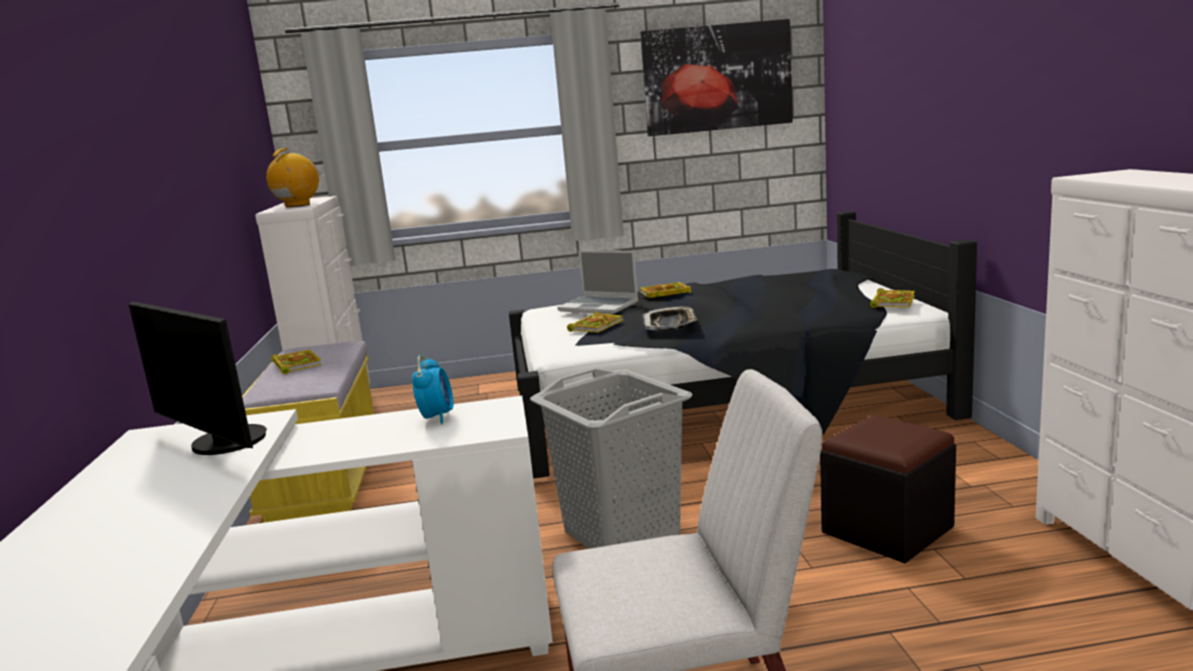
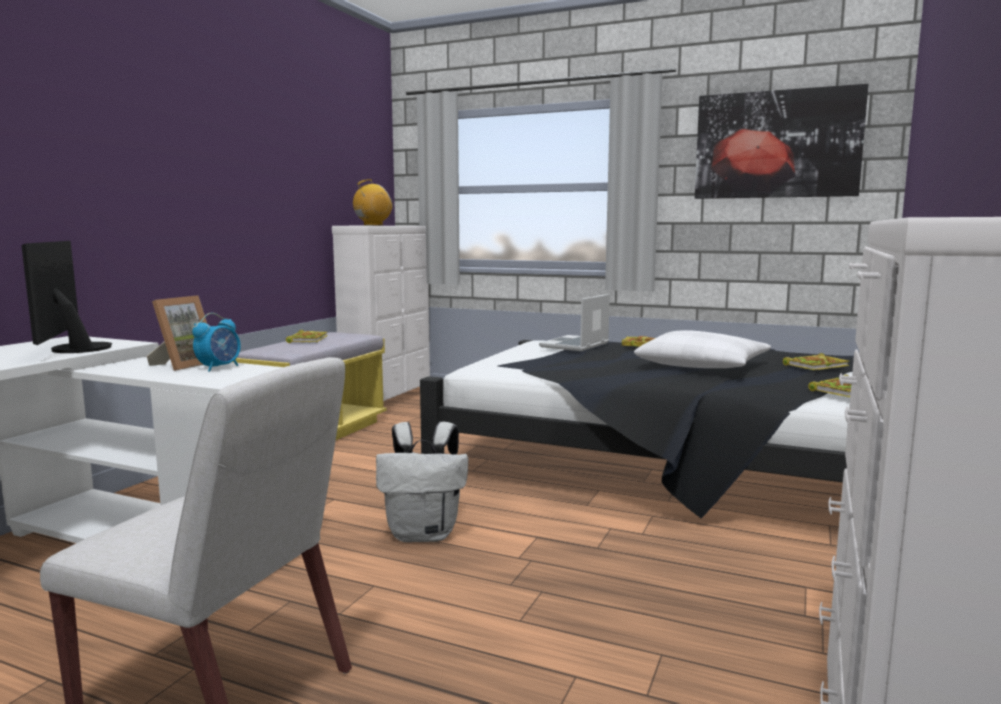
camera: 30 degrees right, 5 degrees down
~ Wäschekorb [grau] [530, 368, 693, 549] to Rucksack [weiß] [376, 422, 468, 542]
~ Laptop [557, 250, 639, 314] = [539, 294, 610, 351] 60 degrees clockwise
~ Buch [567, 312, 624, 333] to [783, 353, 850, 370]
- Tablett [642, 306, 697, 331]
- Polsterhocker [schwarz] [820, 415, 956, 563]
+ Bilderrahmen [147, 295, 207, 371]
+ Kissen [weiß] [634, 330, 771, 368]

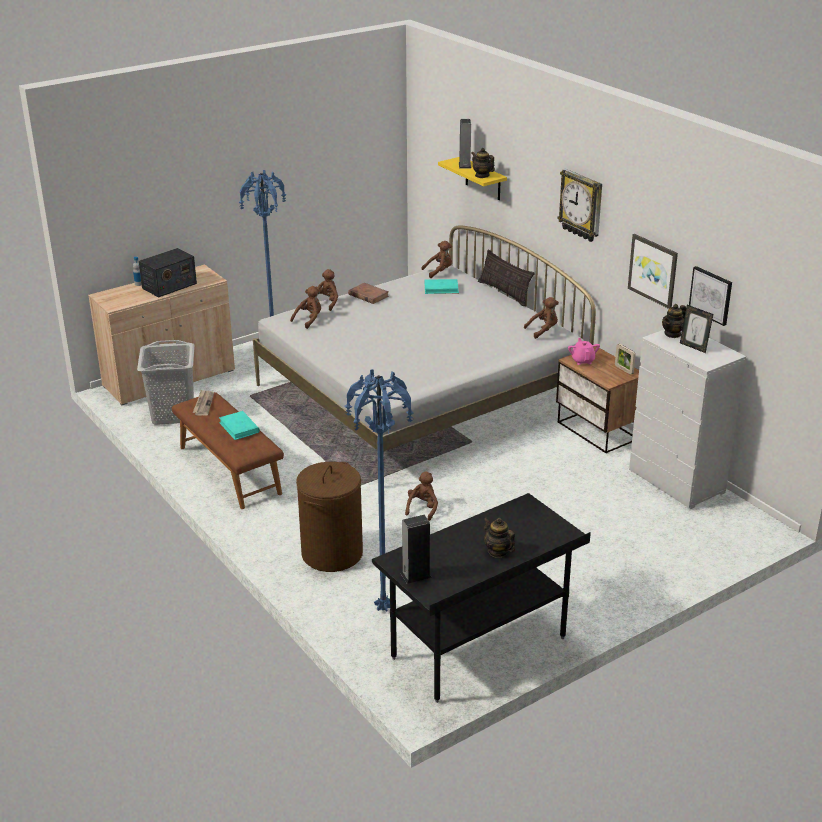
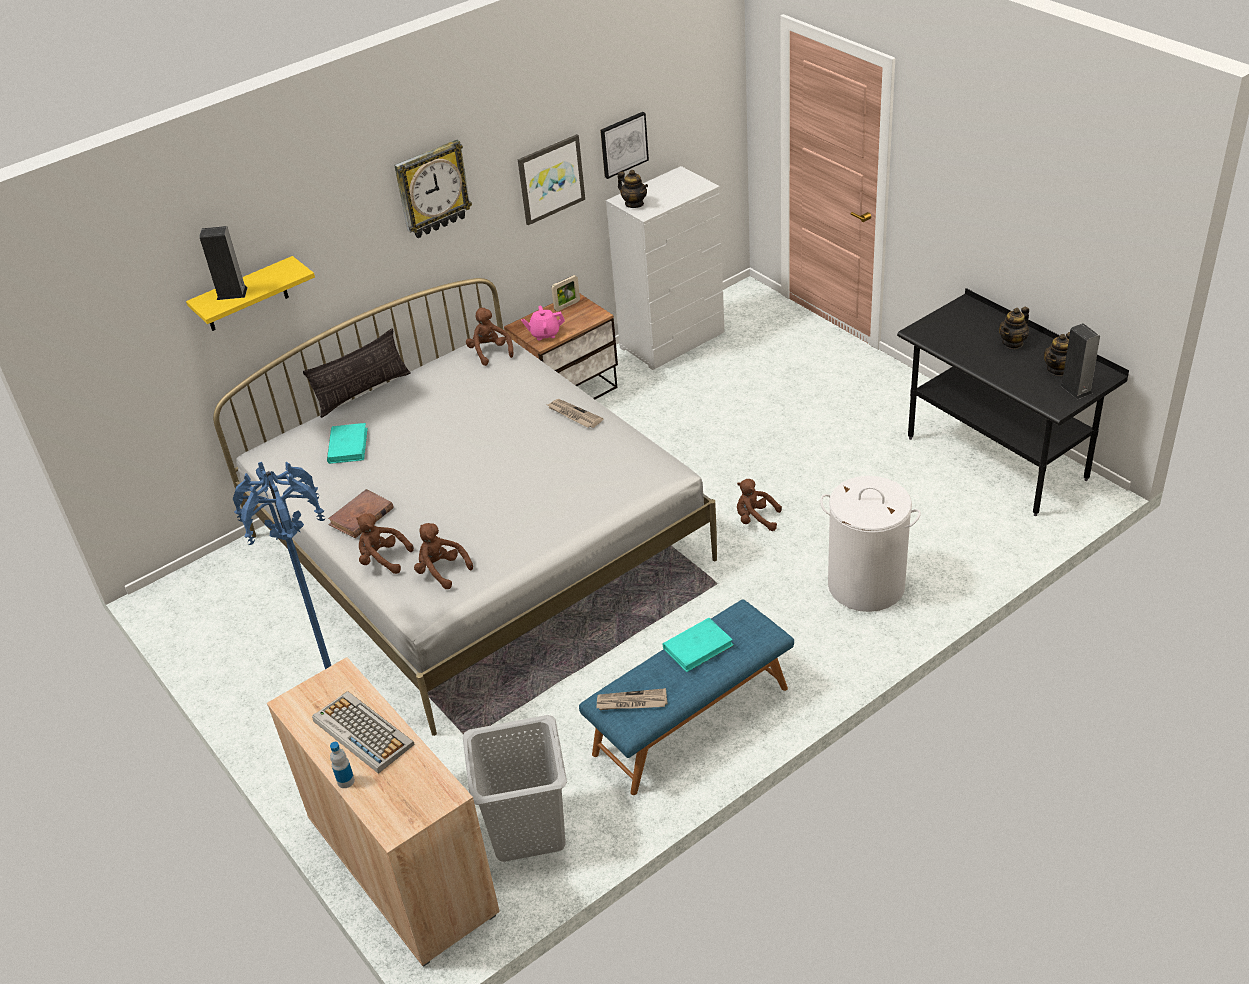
camera: 90 degrees left, 10 degrees up
~ Radio [139, 248, 197, 298] to Tastatur [312, 691, 415, 774]
~ Bank [braun] [172, 392, 284, 509] to Bank [blau] [579, 599, 794, 795]
~ Wäschekorb [braun] [296, 462, 363, 572] to Wäschekorb [weiß] [820, 476, 921, 612]
- Stehlampe [blau] [344, 369, 414, 612]
- Plüschtier [braun] [421, 241, 452, 278]
~ Teekanne [472, 148, 495, 178] to [1044, 332, 1070, 376]
- Bilderrahmen [680, 305, 713, 353]
+ Zeitung [548, 399, 603, 428]

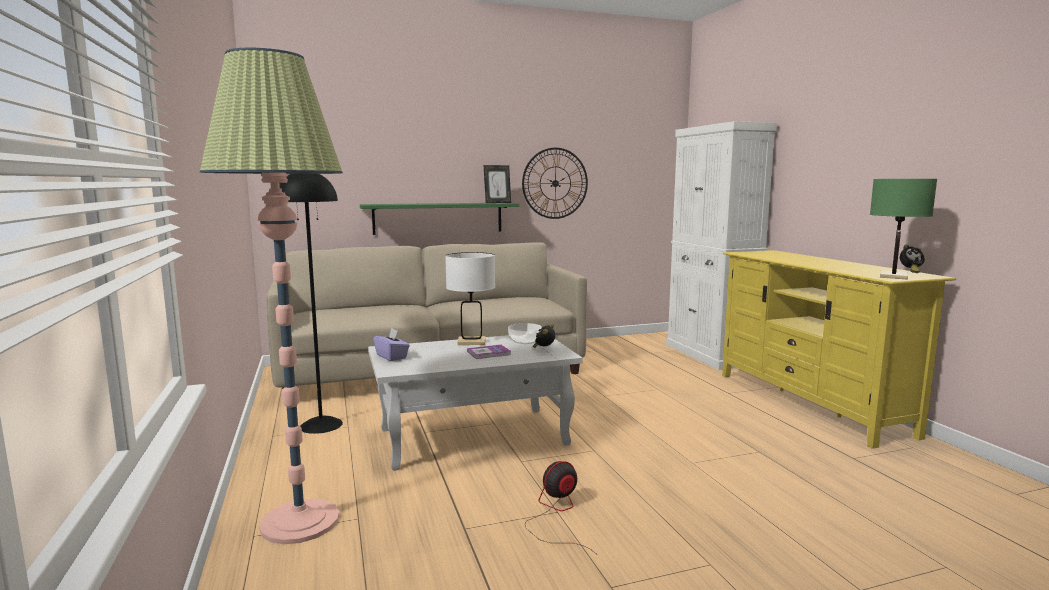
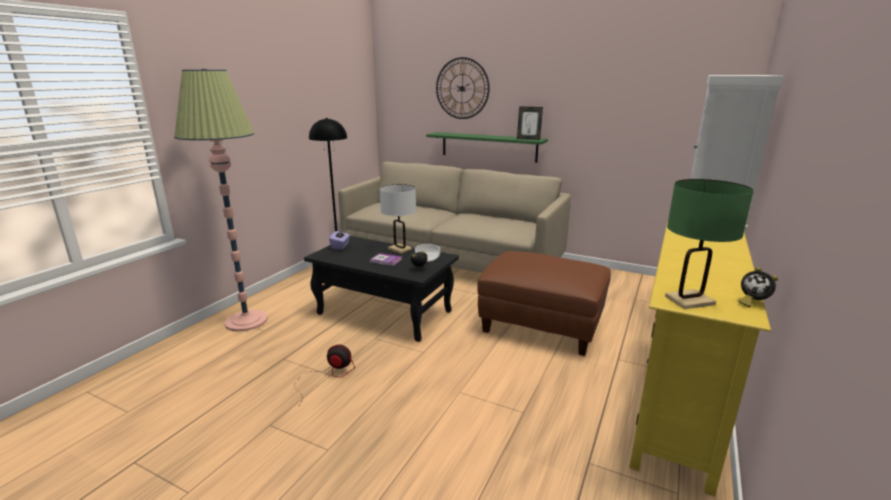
camera: 45 degrees right, 10 degrees up
~ Couchtisch [weiß] [368, 335, 583, 471] to Couchtisch [schwarz] [304, 236, 459, 342]
~ Wanduhr [522, 148, 588, 219] to [436, 57, 490, 119]
+ Polsterhocker [braun] [477, 251, 611, 356]

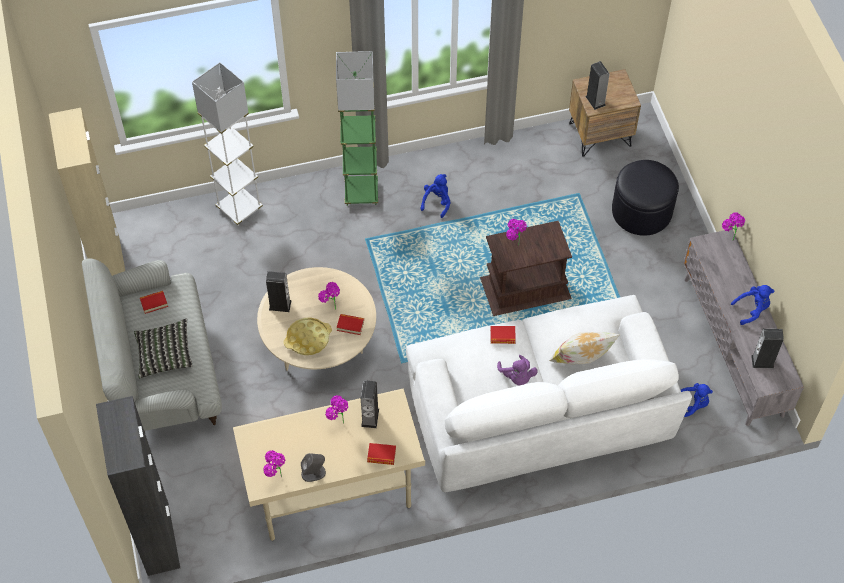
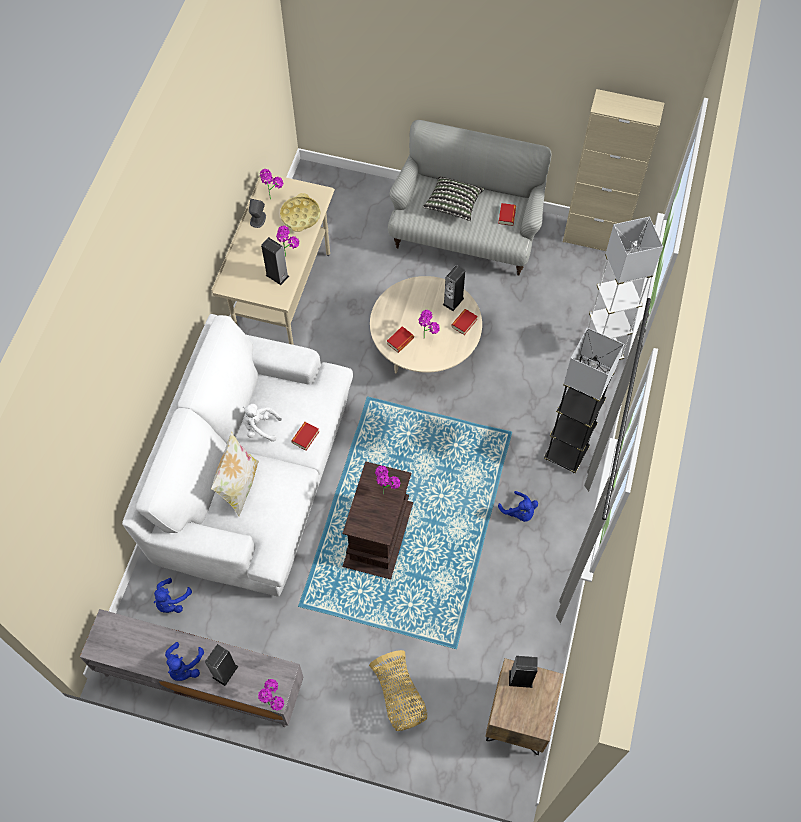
camera: 120 degrees right, 5 degrees up
- Schrank [schwarz] [96, 396, 180, 576]
~ Tablett [gelb] [283, 317, 332, 355] to [280, 193, 320, 232]
~ Stehlampe [grün] [336, 51, 378, 206] to Stehlampe [grau] [544, 328, 624, 473]
~ Buch [367, 443, 396, 465] to [451, 309, 478, 335]
~ Plüschtier [lila] [497, 355, 538, 386] to Plüschtier [weiß] [243, 404, 282, 442]
~ Polsterhocker [schwarz] [612, 160, 679, 236] to Korb [369, 650, 427, 731]
~ Lautsprecher [751, 329, 784, 368] to [205, 644, 239, 686]

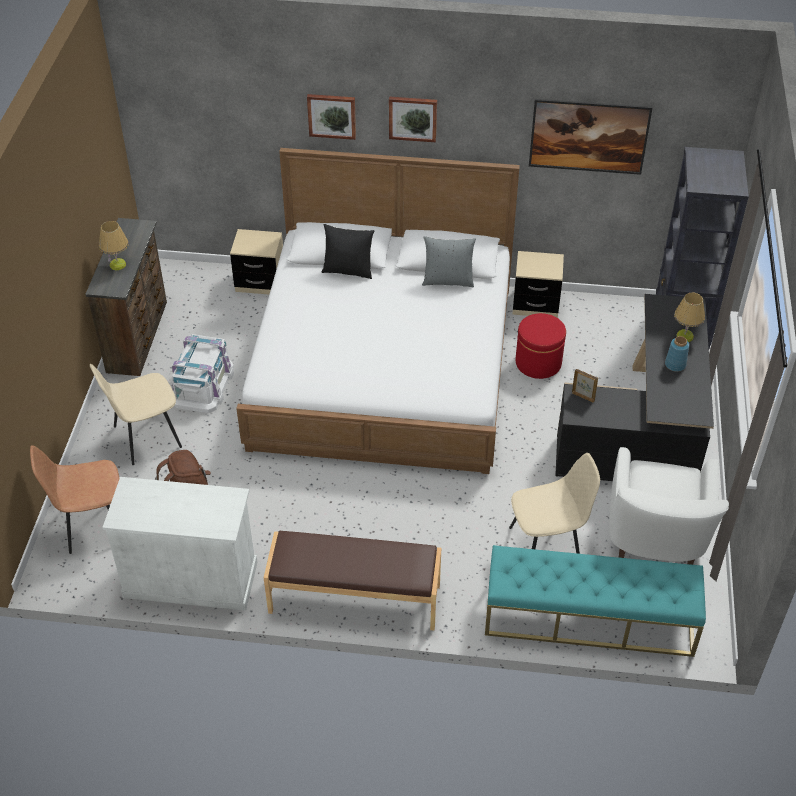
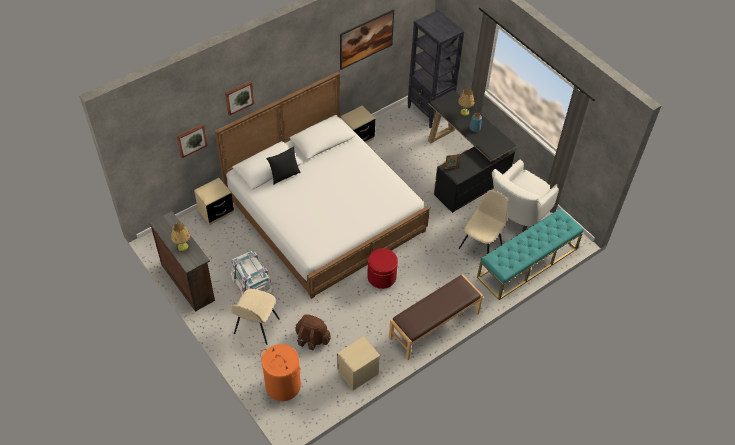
camera: 45 degrees left, 5 degrees up
~ Stuhl [braun] [30, 445, 120, 554] to Wäschekorb [orange] [260, 344, 301, 401]
~ Schrank [weiß] [102, 477, 257, 611] to Nachttisch [beige] [337, 336, 380, 390]
~ Bild [389, 97, 437, 142] to [177, 124, 208, 158]
- Kissen [grau] [422, 236, 476, 287]
~ Polsterhocker [rot] [516, 313, 566, 379] to [367, 248, 398, 289]
~ Sessel [weiß] [609, 447, 729, 565] = [492, 159, 559, 232] 75 degrees clockwise

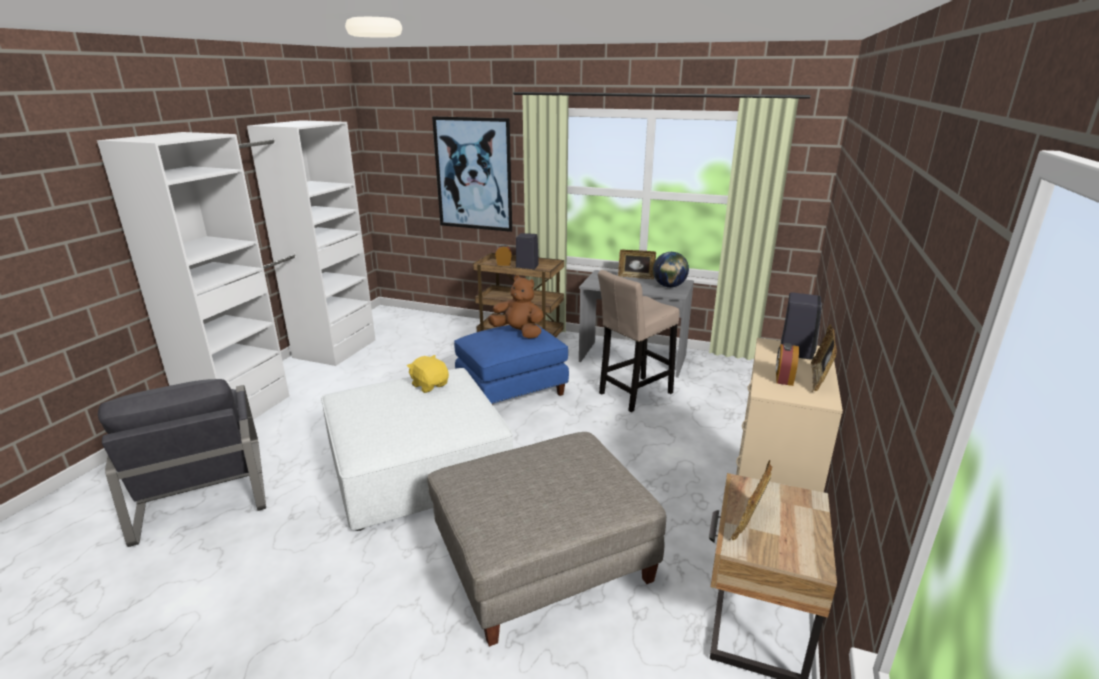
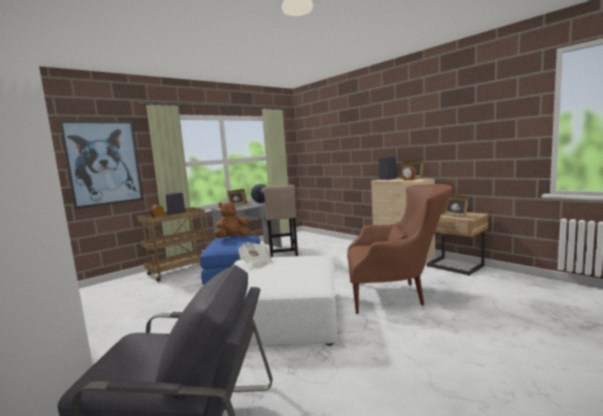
camera: 60 degrees left, 15 degrees down
~ Plüschtier [gelb] [407, 355, 449, 393] to Zeitung [238, 242, 272, 269]
~ Polsterhocker [grau] [427, 432, 666, 647] to Sessel [braun] [347, 184, 452, 314]

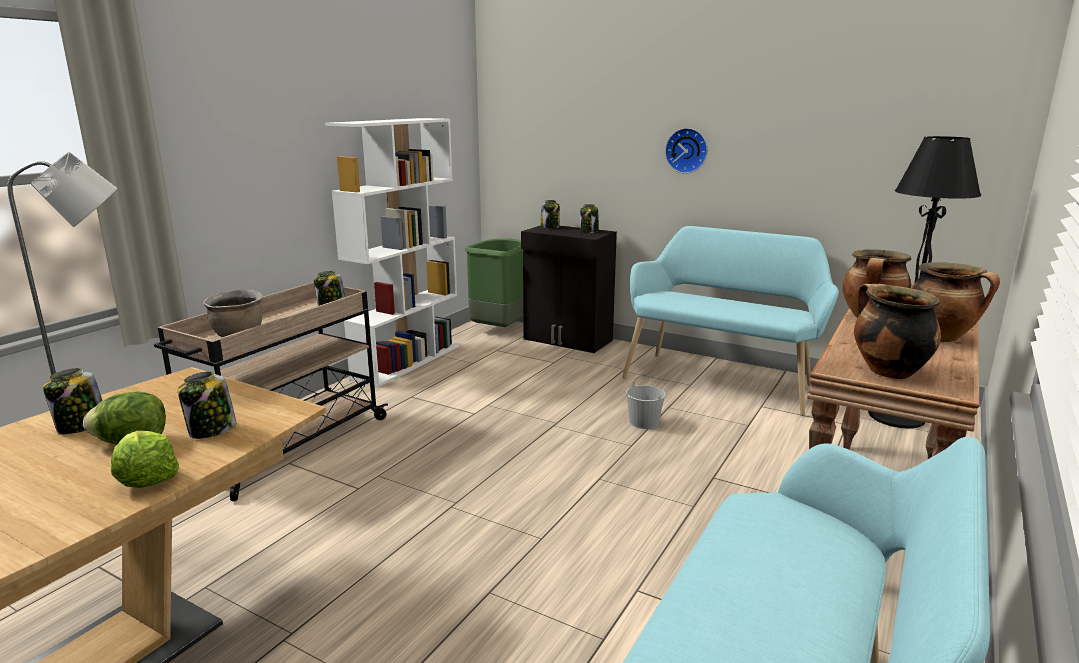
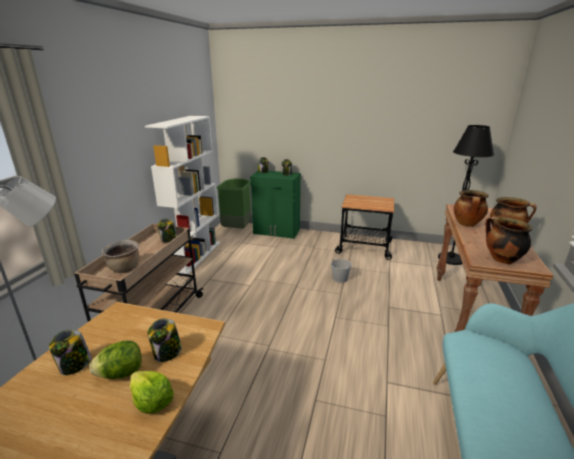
camera: 15 degrees left, 5 degrees up
~ Schrank [schwarz] [521, 225, 617, 353] to Schrank [grün] [250, 171, 301, 239]
~ Bank [türkis] [622, 226, 839, 416] to Rollwagen [335, 194, 394, 260]
- Wanduhr [665, 128, 708, 174]

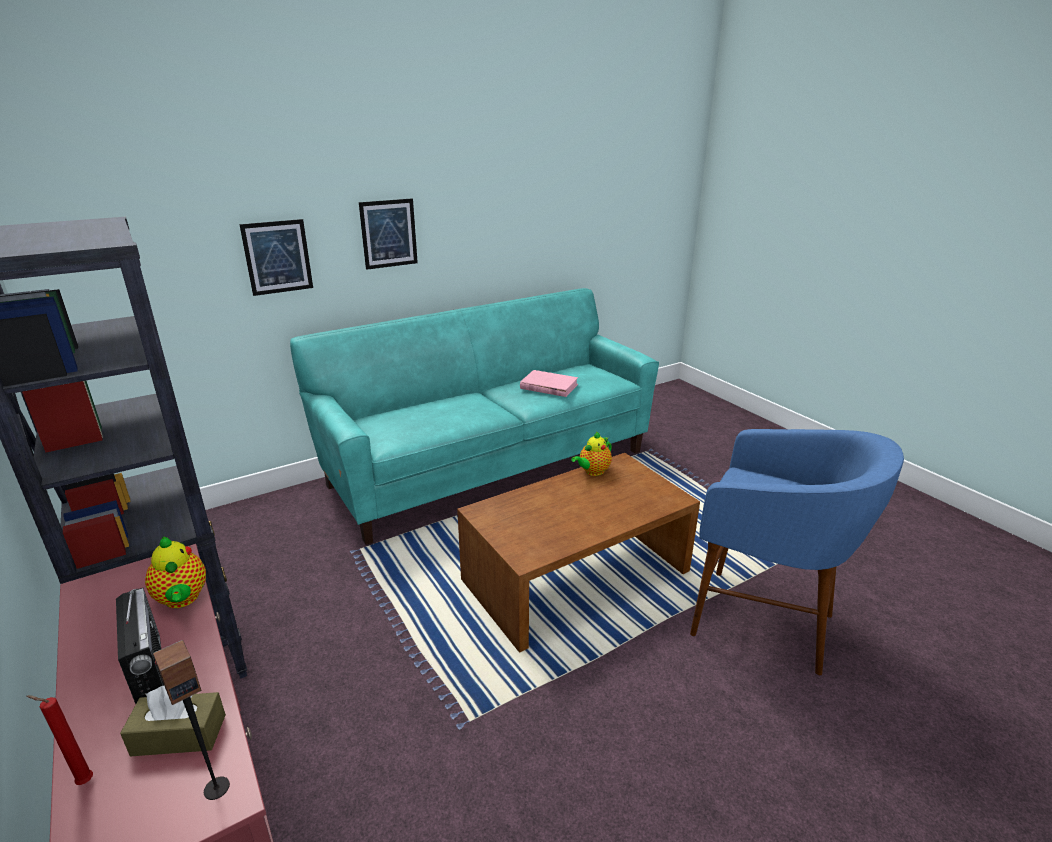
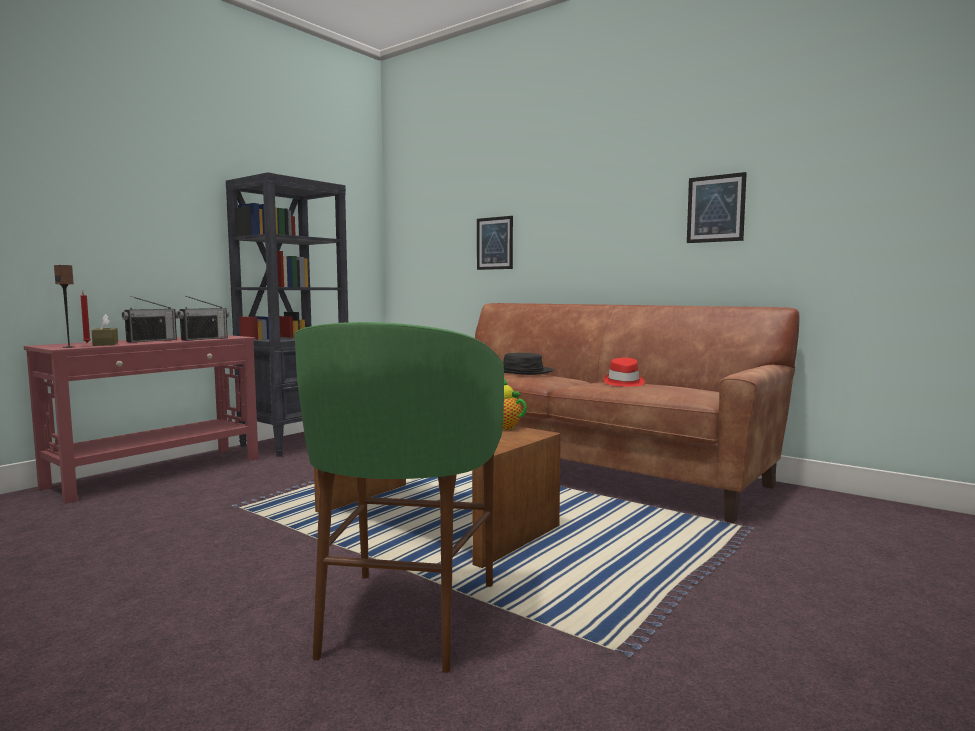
camera: 70 degrees right, 20 degrees down
~ Teekanne [145, 537, 206, 608] to Radio [177, 296, 229, 341]
~ Sofa [türkis] [290, 288, 659, 545] to Sofa [braun] [475, 303, 800, 523]
~ Bild [359, 198, 418, 270] to [687, 172, 747, 243]
~ Buch [rosa] [520, 370, 578, 397] to Hut [rot] [604, 358, 645, 387]
~ Hocker [blau] [690, 429, 904, 675] to Hocker [grün] [294, 322, 504, 673]
+ Hut [schwarz] [503, 353, 554, 375]

